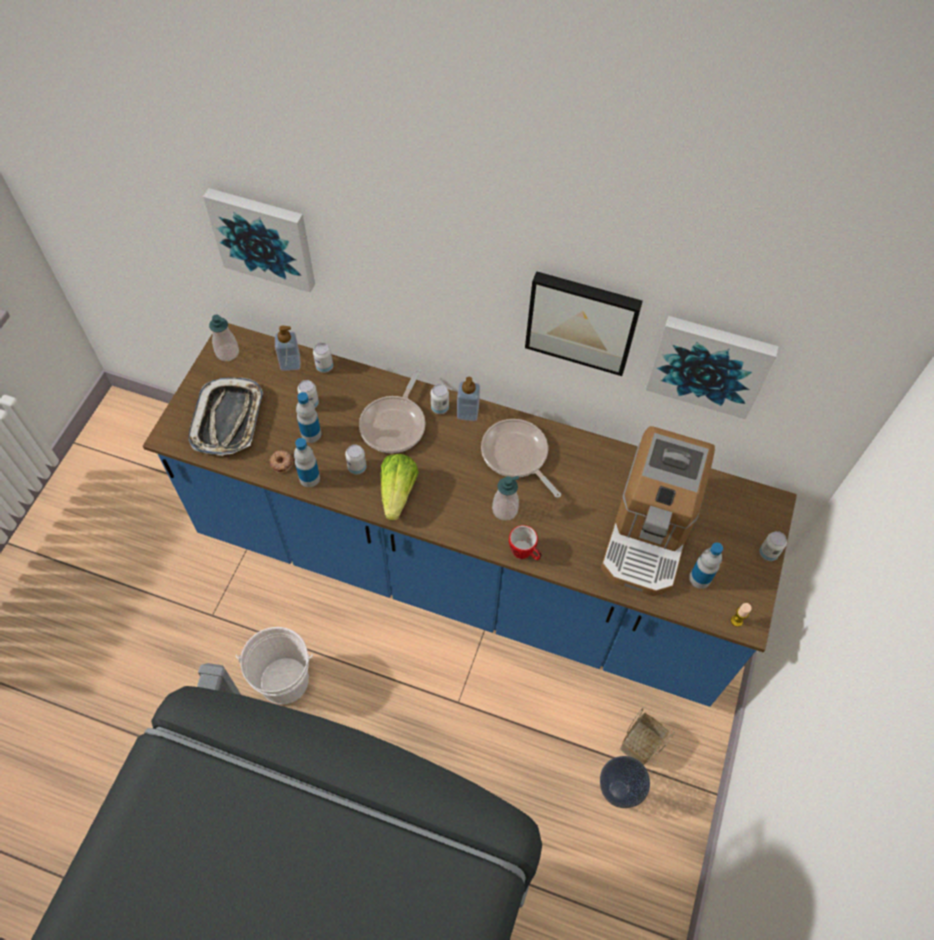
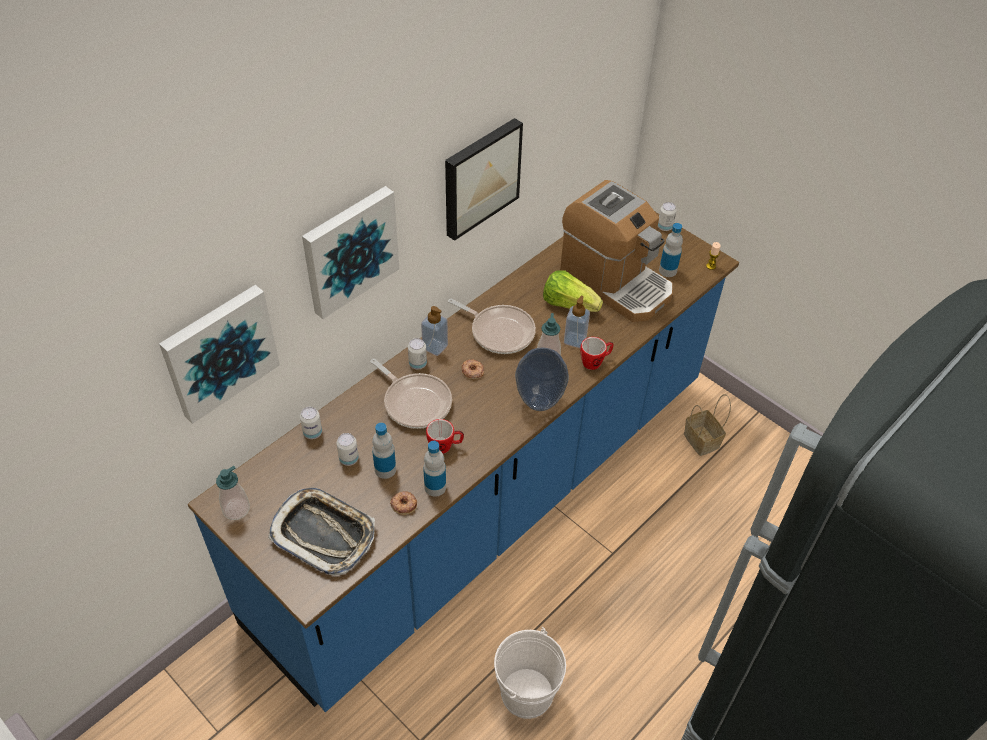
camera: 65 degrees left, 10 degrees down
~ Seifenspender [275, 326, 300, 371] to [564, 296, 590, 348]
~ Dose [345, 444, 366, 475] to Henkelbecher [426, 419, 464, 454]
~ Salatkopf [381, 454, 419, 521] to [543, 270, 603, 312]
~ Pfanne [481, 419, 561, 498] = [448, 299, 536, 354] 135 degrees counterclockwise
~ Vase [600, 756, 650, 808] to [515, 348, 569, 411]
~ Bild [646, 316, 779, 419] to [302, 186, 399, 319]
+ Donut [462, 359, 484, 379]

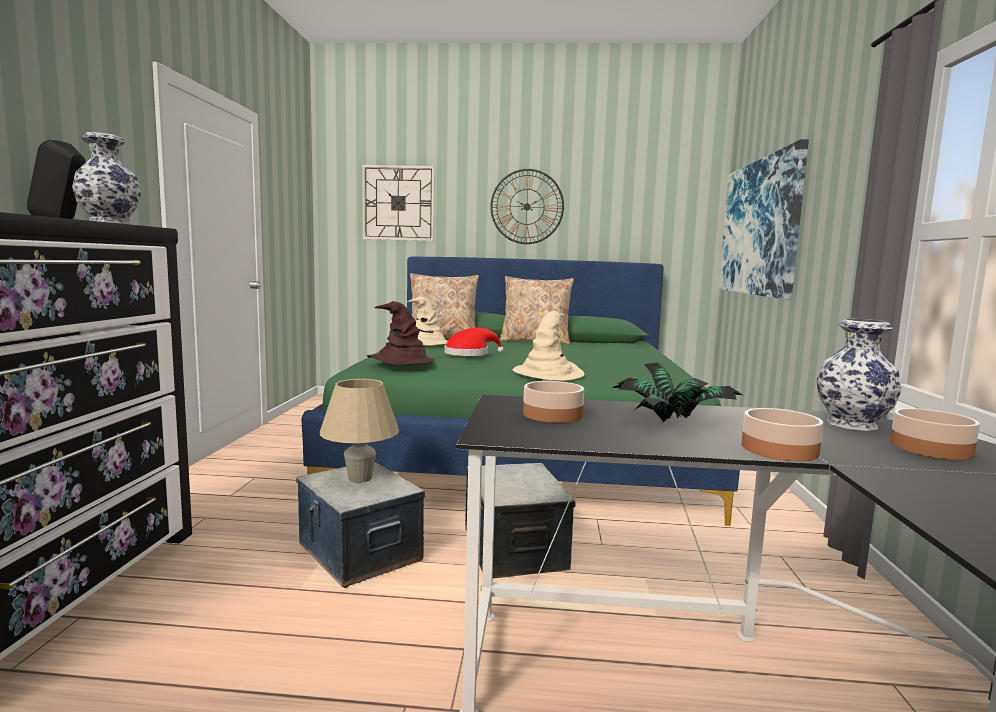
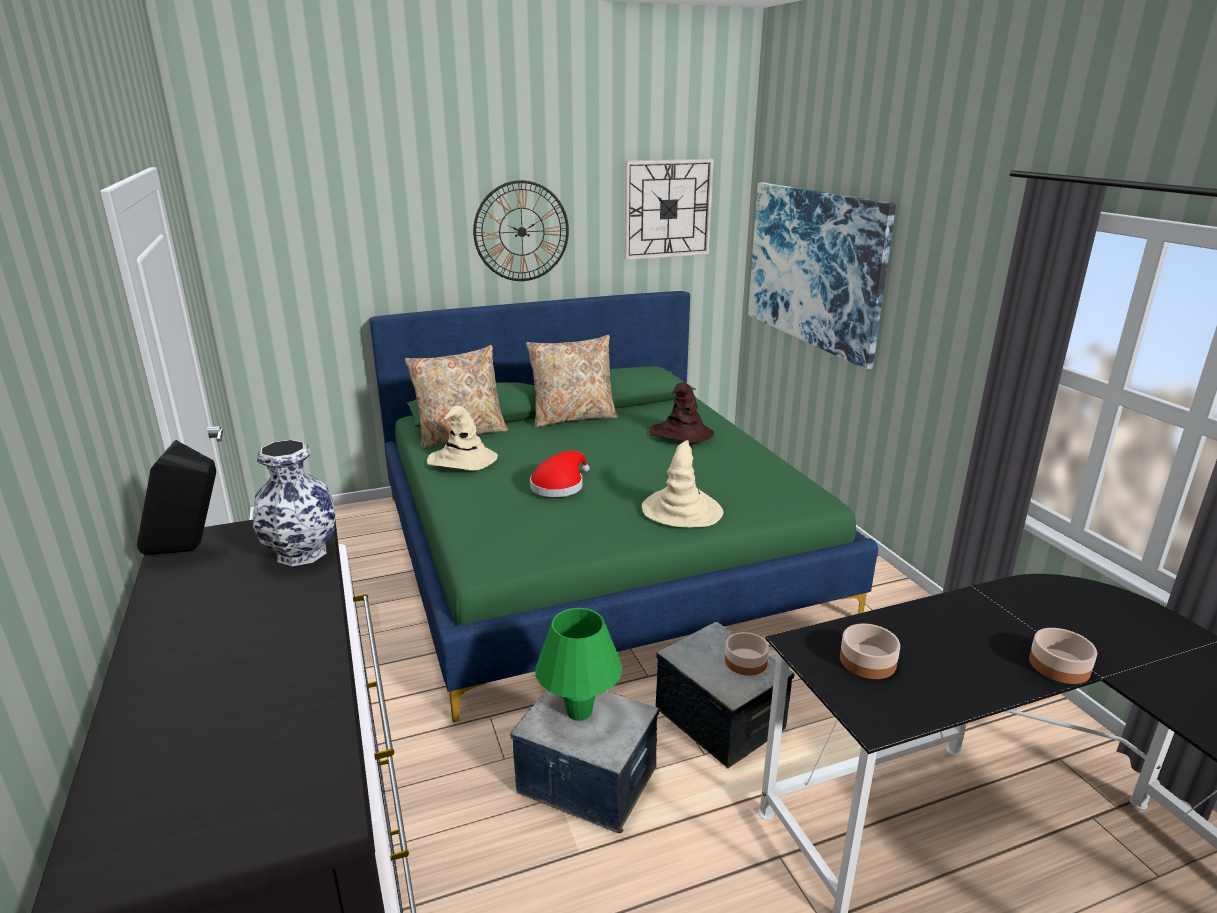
camera: 25 degrees left, 15 degrees up
~ Tischlampe [beige] [320, 379, 399, 483] to Tischlampe [grün] [535, 608, 622, 721]
~ Wanduhr [362, 165, 435, 241] to [625, 159, 714, 260]
~ Hut [braun] [367, 301, 434, 365] to [649, 383, 714, 443]
- Topfpflanze [612, 362, 742, 422]
- Vase [816, 319, 902, 431]
~ Schüssel [890, 408, 980, 460] to [725, 632, 769, 676]

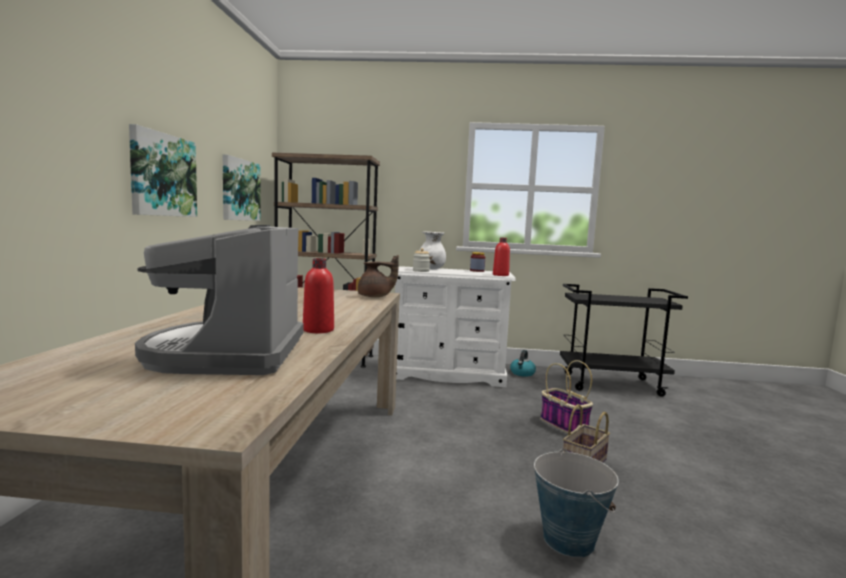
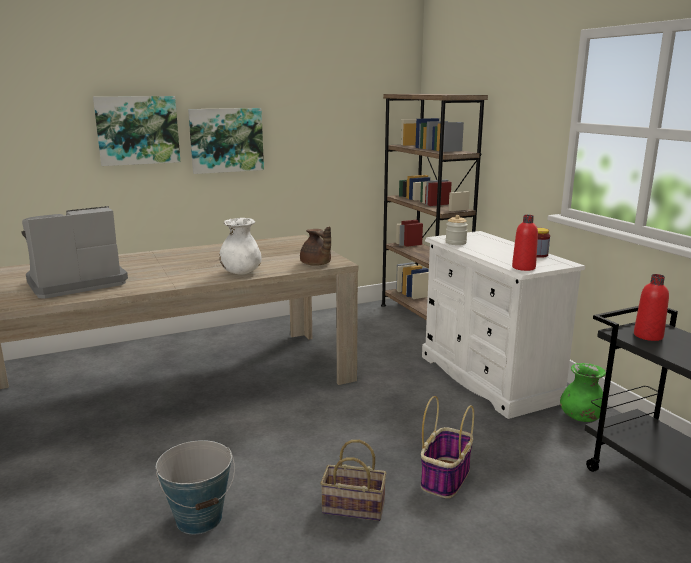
camera: 60 degrees right, 10 degrees up
~ Bild [223, 154, 261, 221] to [93, 96, 180, 166]
~ Flasche [rot] [303, 258, 334, 333] to [634, 274, 669, 341]
~ Vase [weiß] [419, 231, 446, 270] to [219, 218, 262, 274]
~ Wasserkessel [510, 350, 536, 377] to Vase [grün] [560, 363, 606, 422]

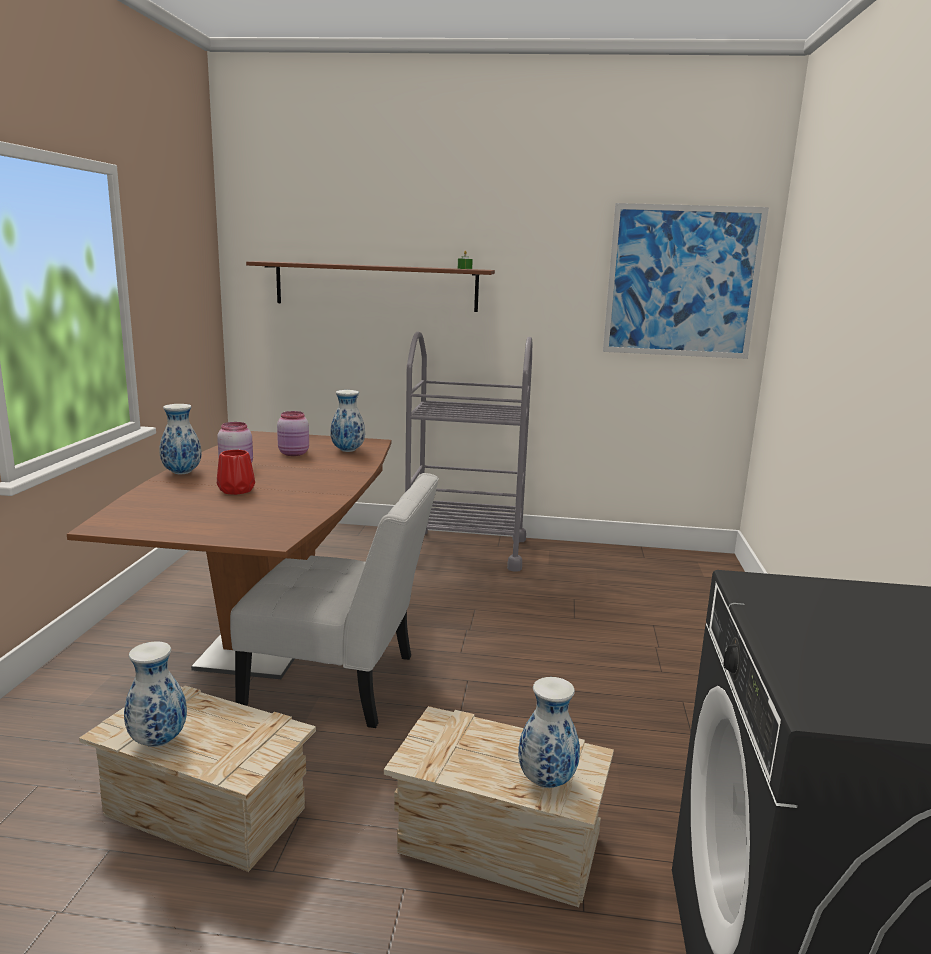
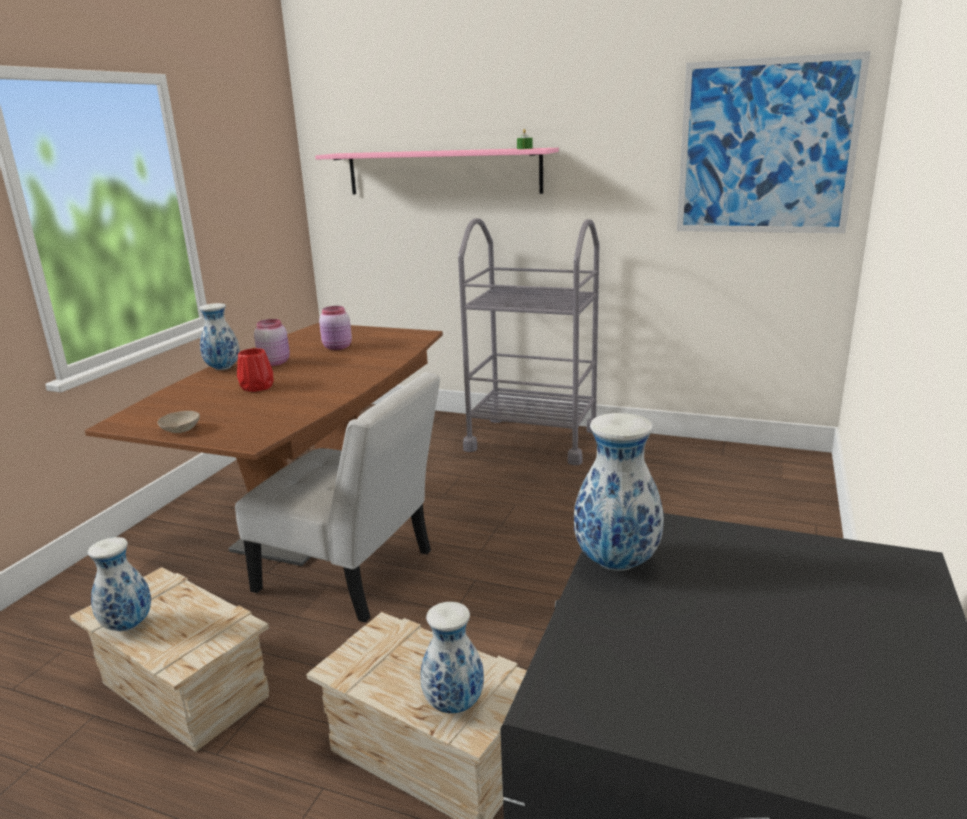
camera: 15 degrees right, 5 degrees up
~ Wandregal [braun] [246, 261, 495, 312] to Wandregal [rosa] [315, 148, 559, 194]
~ Vase [330, 390, 365, 452] to [574, 413, 664, 571]
+ Schüssel [beige] [157, 411, 200, 433]

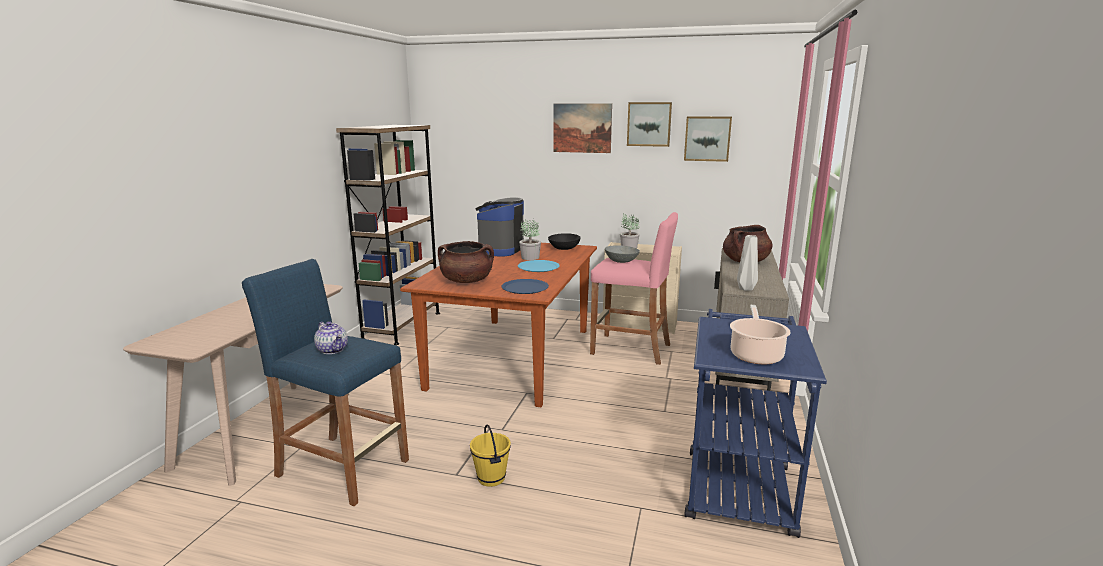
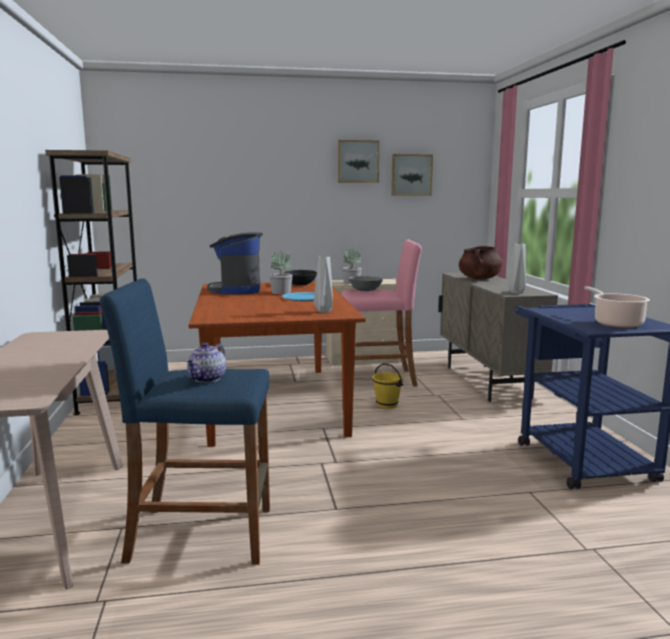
camera: 25 degrees left, 5 degrees down
~ Teekanne [314, 321, 348, 354] = [186, 343, 226, 383] 90 degrees clockwise
- Kochtopf [braun] [438, 241, 494, 283]
~ Eimer [gelb] [470, 424, 511, 487] to [373, 363, 403, 409]
~ Teller [blau] [501, 279, 549, 294] to Vase [grau] [314, 256, 333, 313]
- Bild [553, 104, 612, 153]

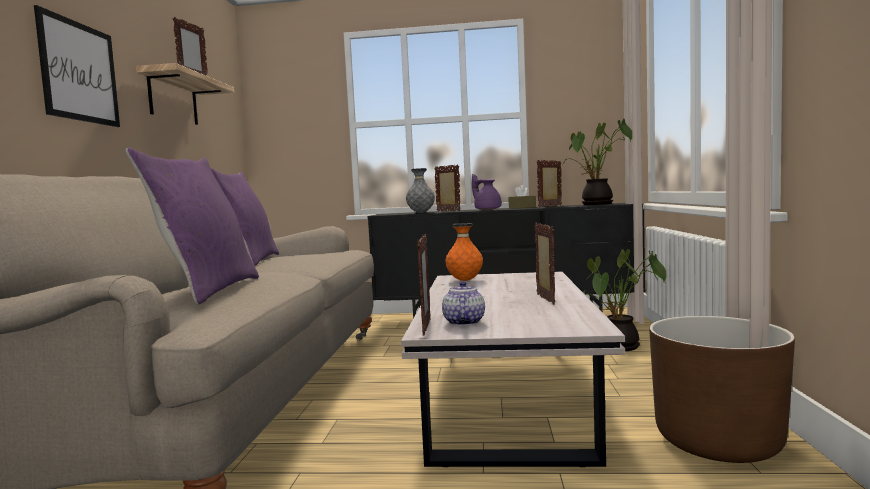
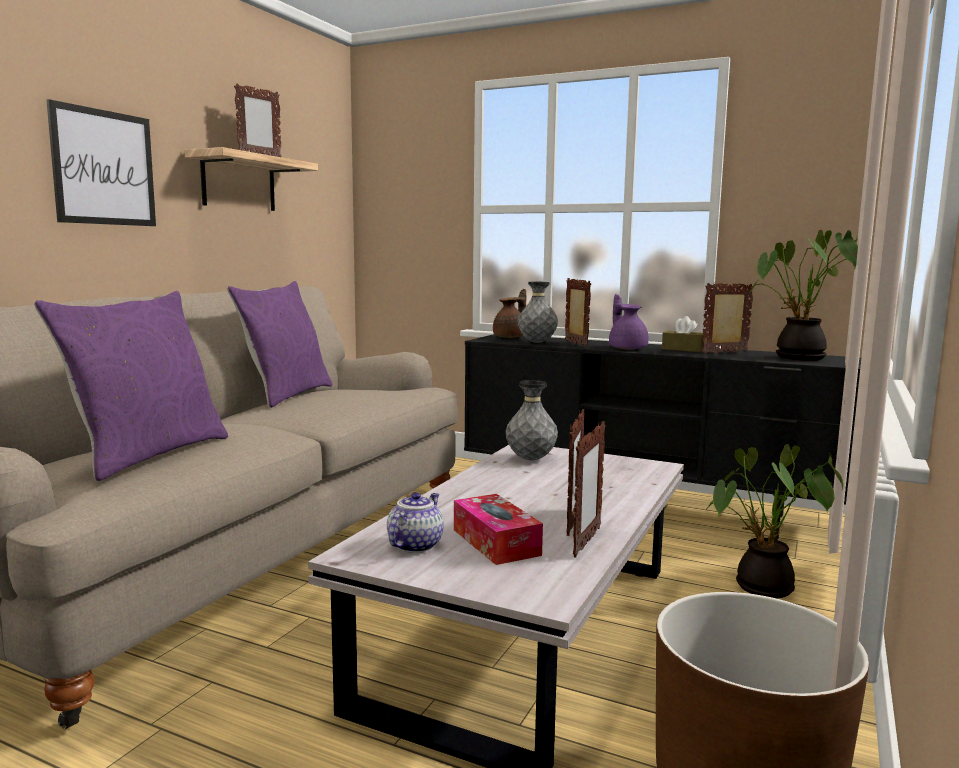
camera: 20 degrees right, 5 degrees up
~ Bilderrahmen [418, 234, 431, 335] to [573, 421, 605, 557]
~ Vase [orange] [445, 223, 483, 281] to Vase [grau] [506, 380, 558, 460]
+ Taschentuchbox [454, 494, 543, 565]
+ Teekanne [braun] [493, 289, 526, 338]

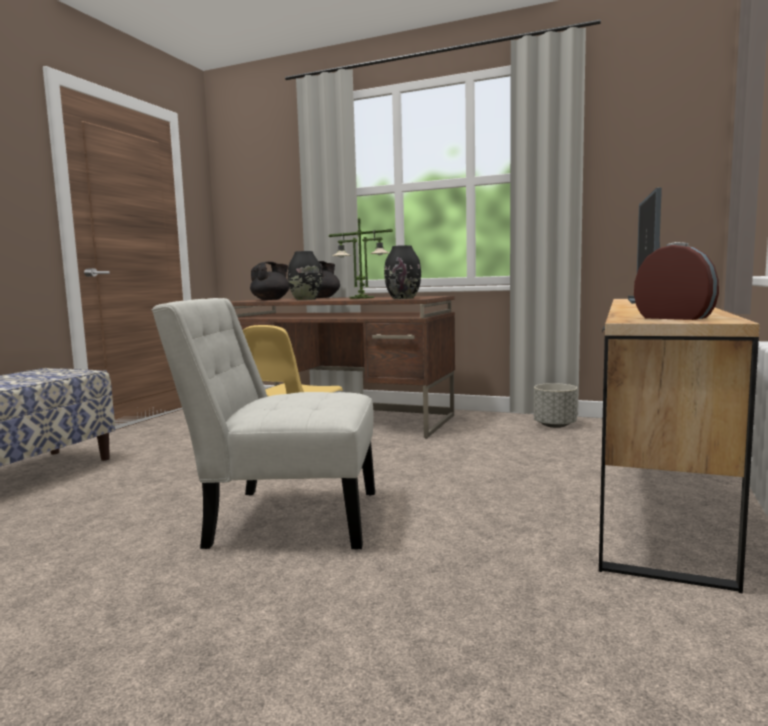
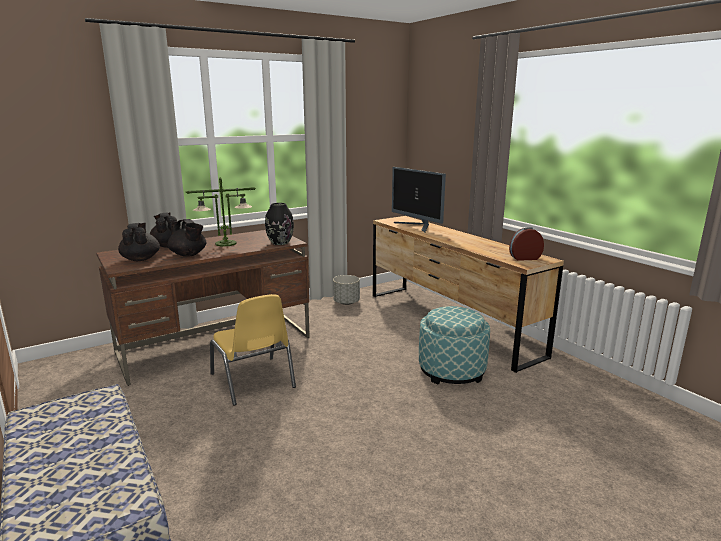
camera: 55 degrees left, 10 degrees up
- Stuhl [weiß] [152, 298, 375, 550]
~ Vase [schwarz] [288, 251, 322, 300] to Teekanne [schwarz] [167, 219, 207, 257]
+ Polsterhocker [419, 306, 490, 384]

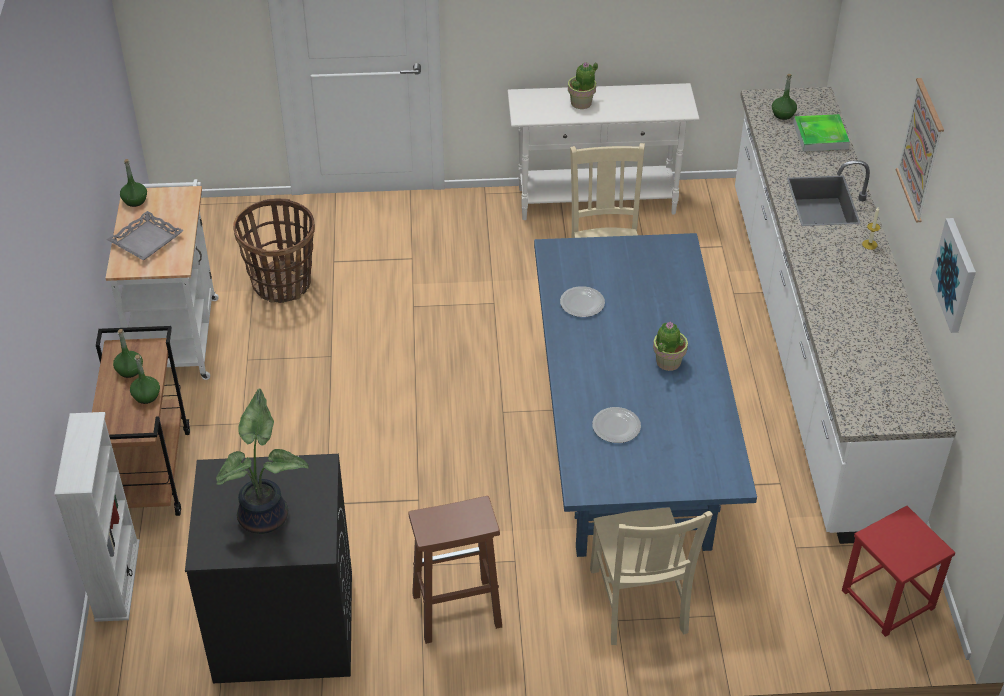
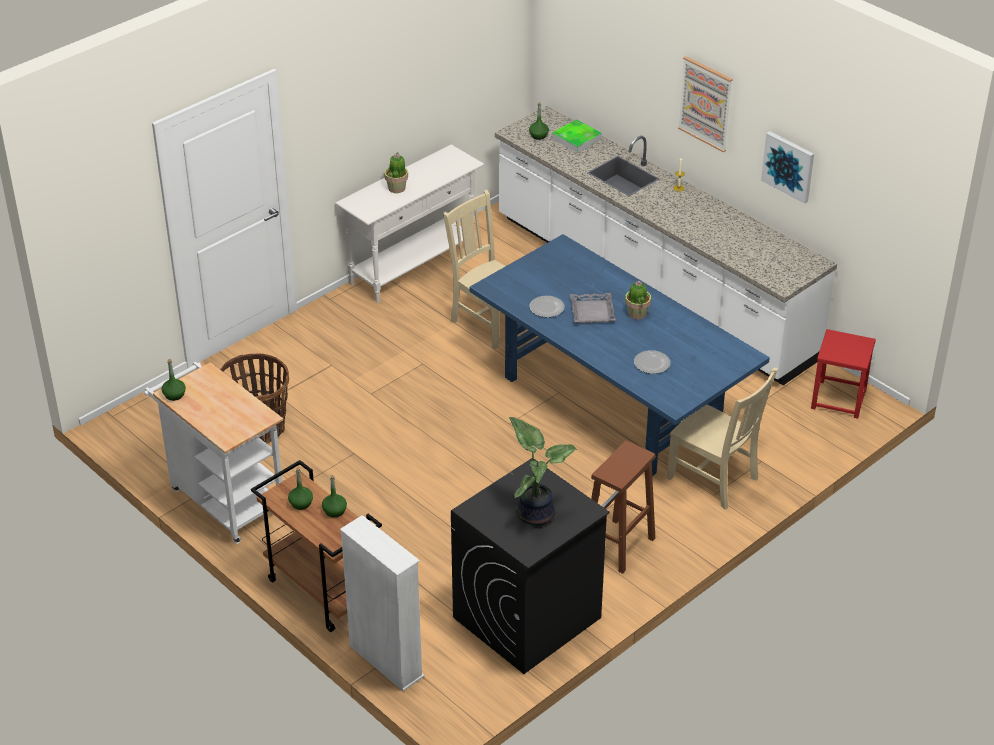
camera: 40 degrees left, 5 degrees down
~ Tablett [grau] [107, 211, 184, 260] to [570, 293, 616, 323]

